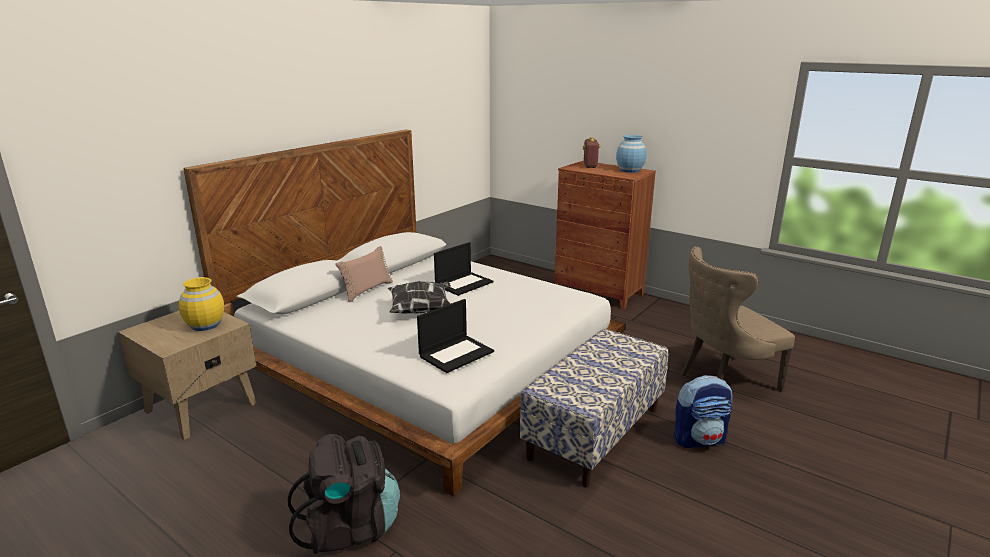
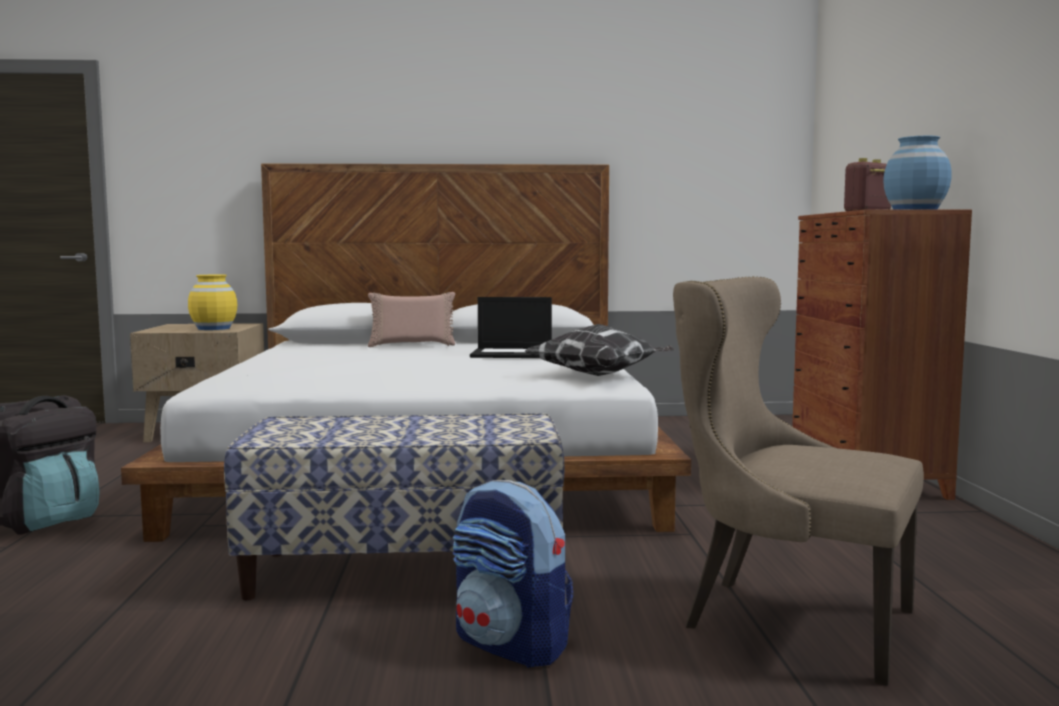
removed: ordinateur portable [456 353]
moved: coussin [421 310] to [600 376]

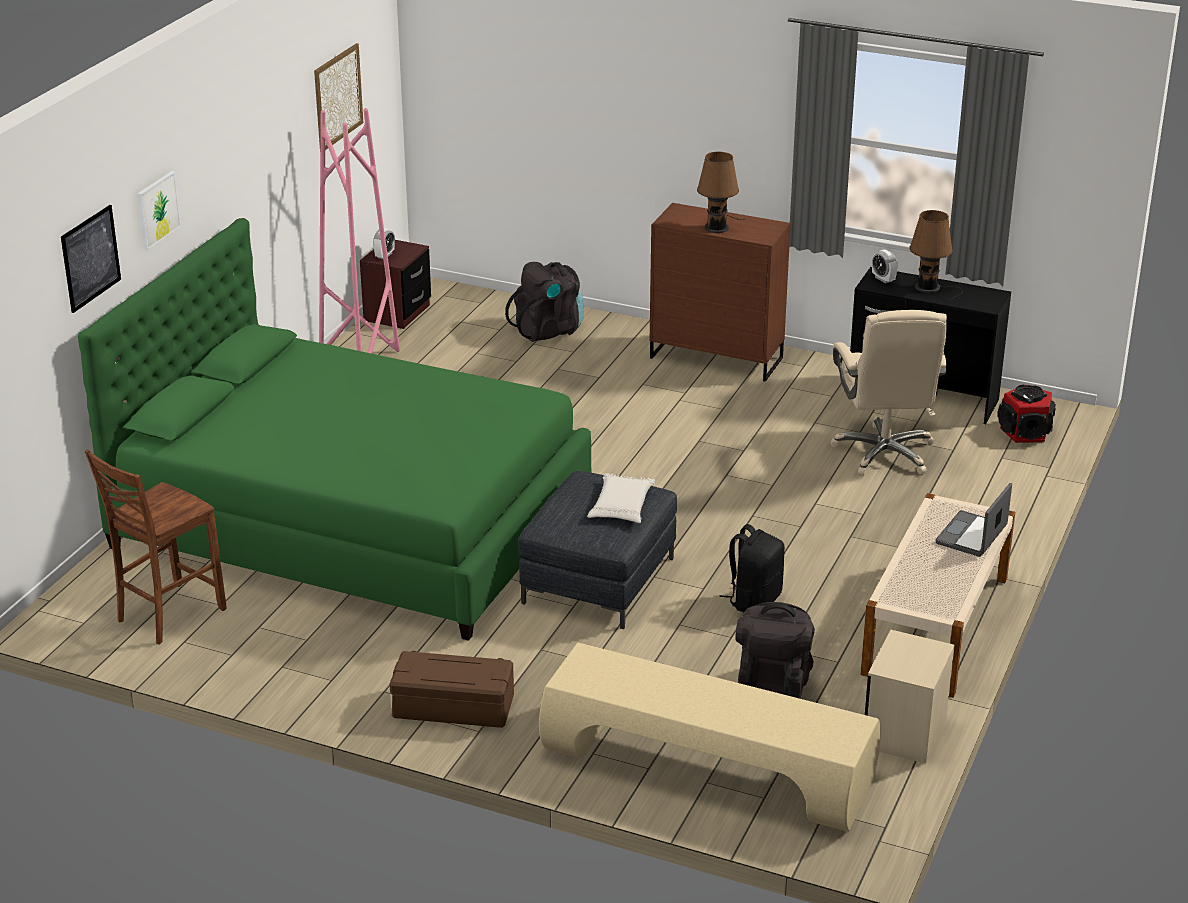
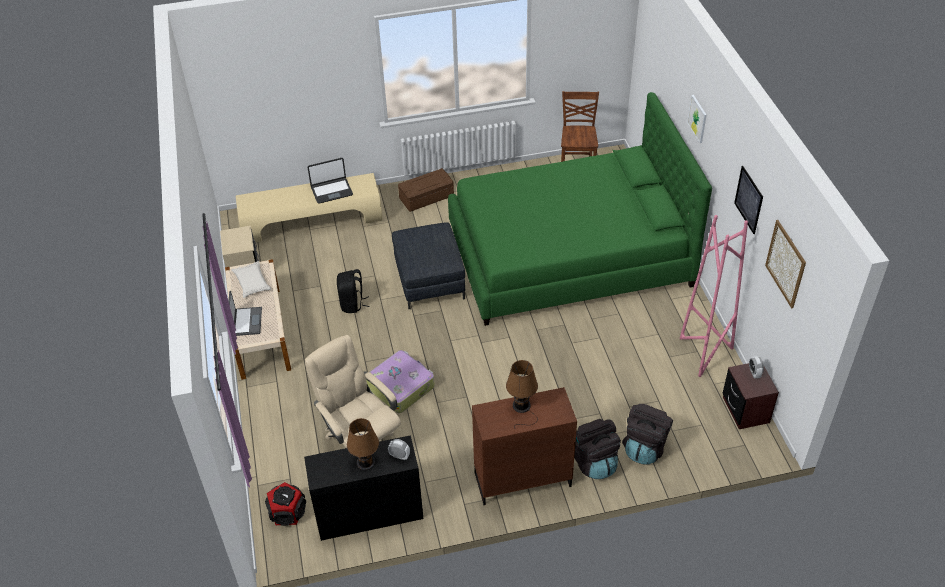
added: ordinateur portable [331 191]; valise [401 386]
moved: tableau [90 258] to [748 199]; coussin/blanc [622 504] to [251 282]; sac à dos/noir [772 690] to [594 462]

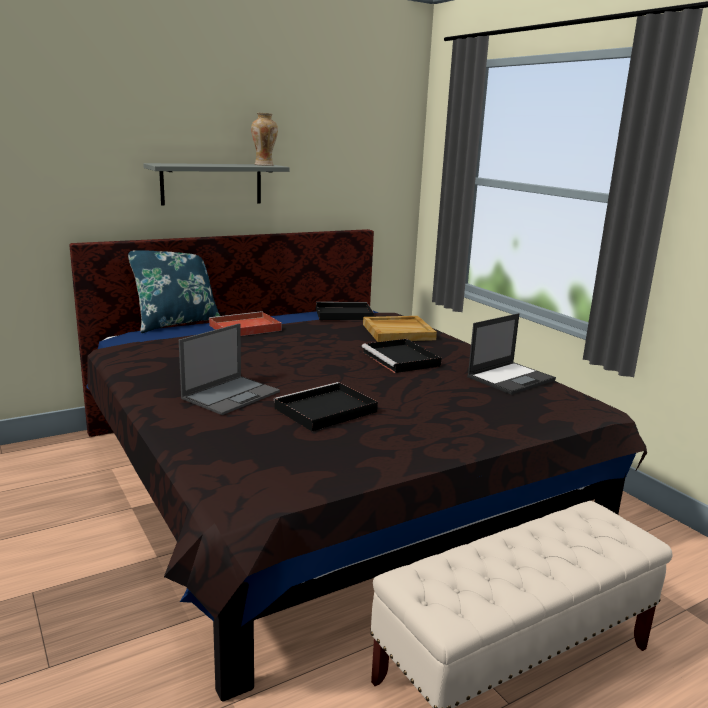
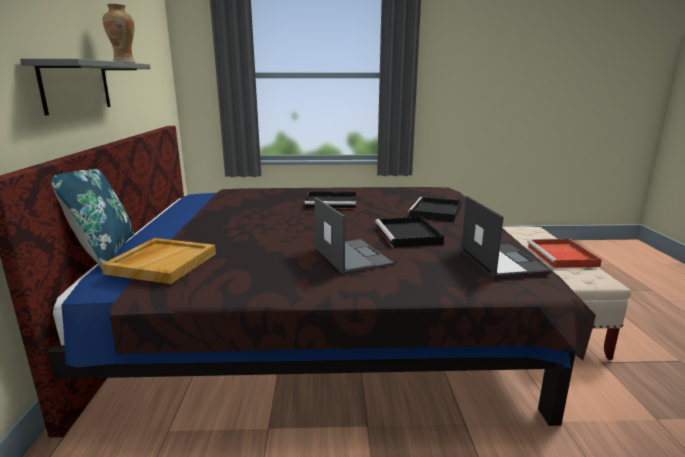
moved: plateau/rouge [244 328] to [563 256]; plateau/noir [342 314] to [436 212]; plateau/beige [398 332] to [162 263]; ordinateur portable [511 378] to [501 260]

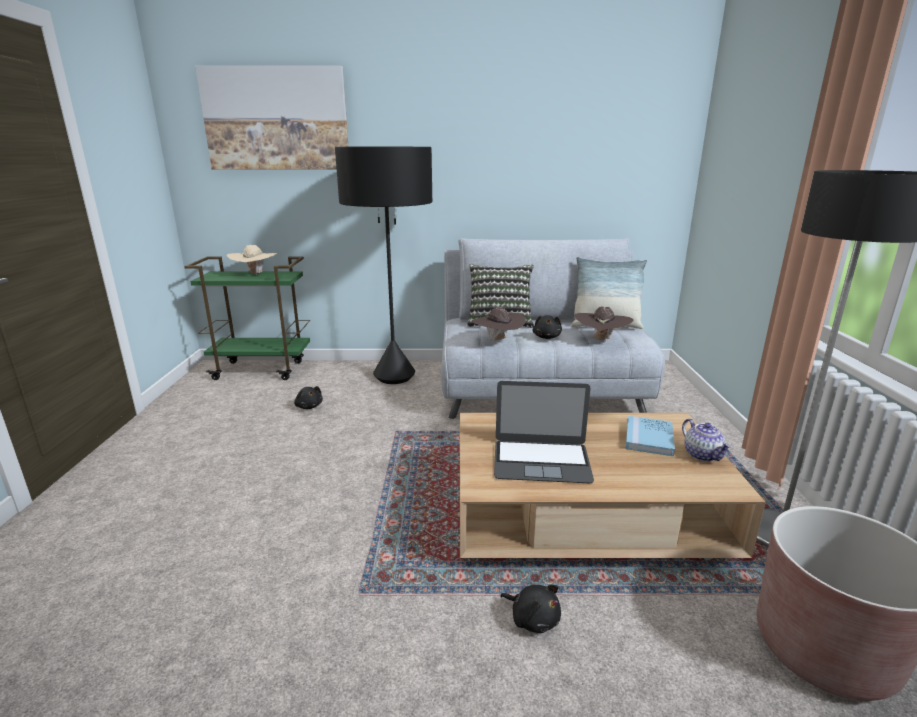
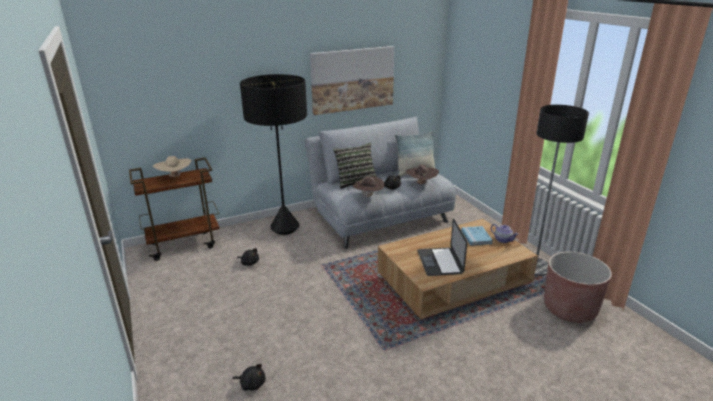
moved: tableau [276 119] to [352 79]; peluche/noir [533 618] to [252 384]
recoloured: chariot/vert [262 371] to chariot/marron [185 245]
turned: ordinateur portable [541 461] = [440 262] 105 degrees clockwise

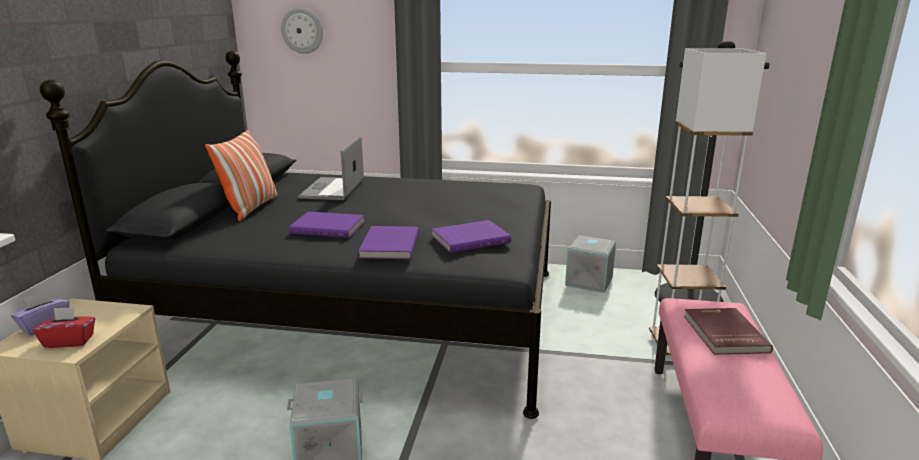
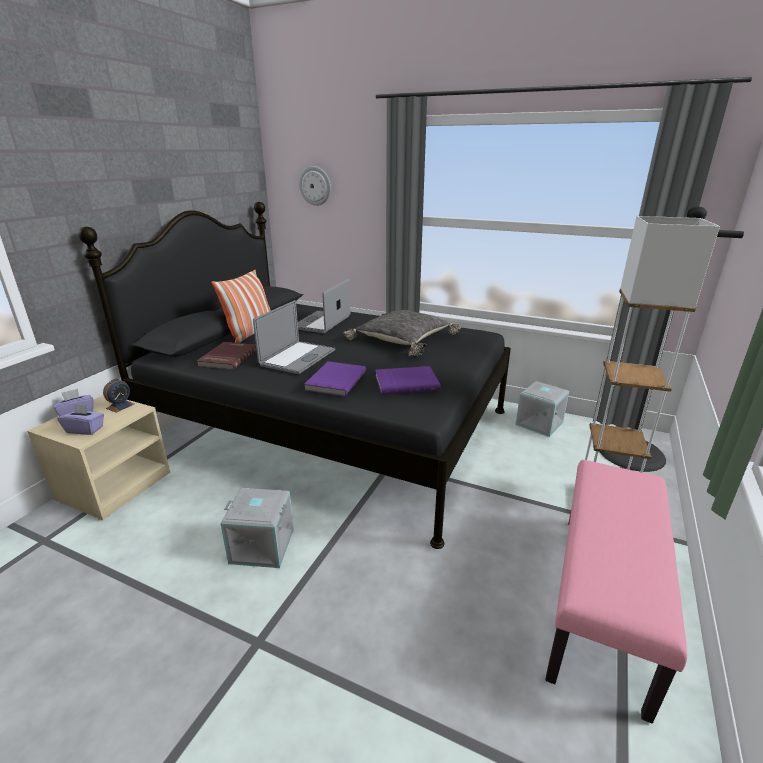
added: réveil [120 406]; coussin [403 338]
moved: livre/rouge [723 334] to [227 358]
replaced: livre/violet [328 227] to ordinateur portable [298 357]
recoloured: boîte à mouchoirs/rouge [69 341] to boîte à mouchoirs/violet [85 429]

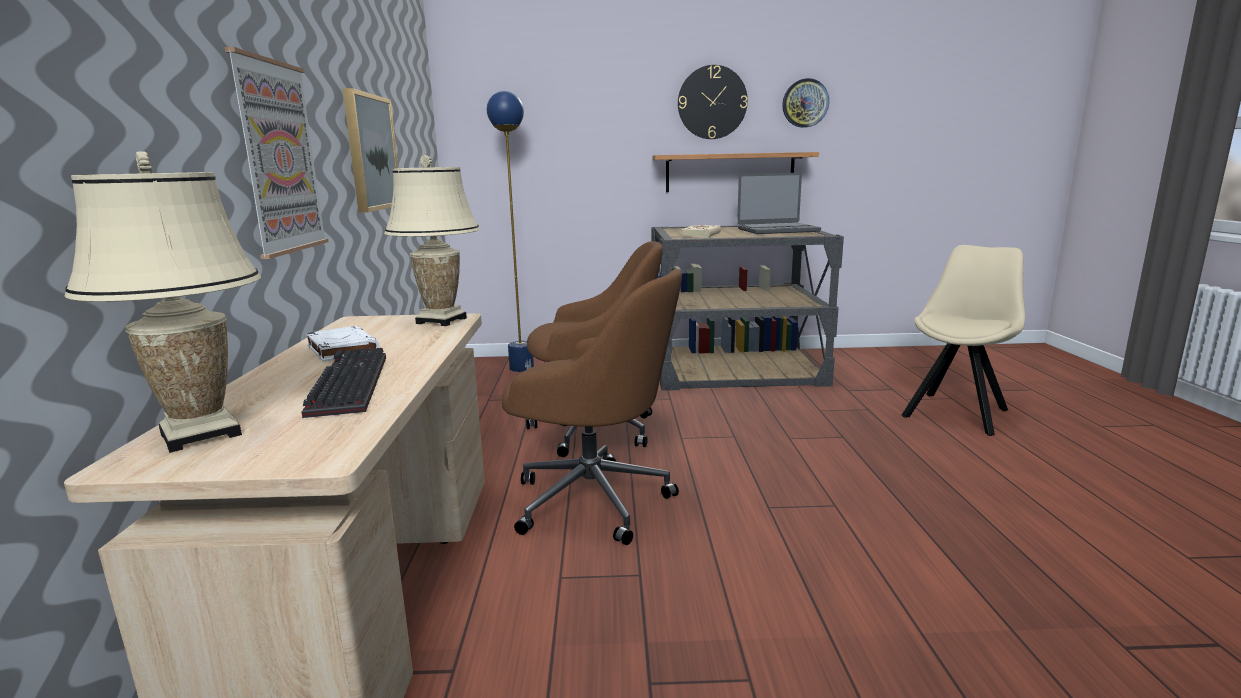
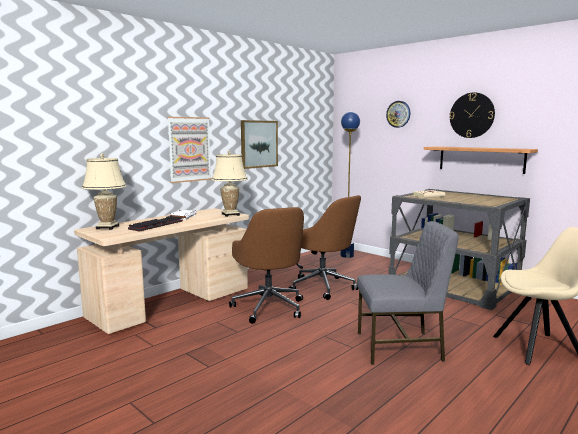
removed: ordinateur portable [777 230]
added: chaise/gris [400 347]
moved: horloge murale [805 103] to [398 114]

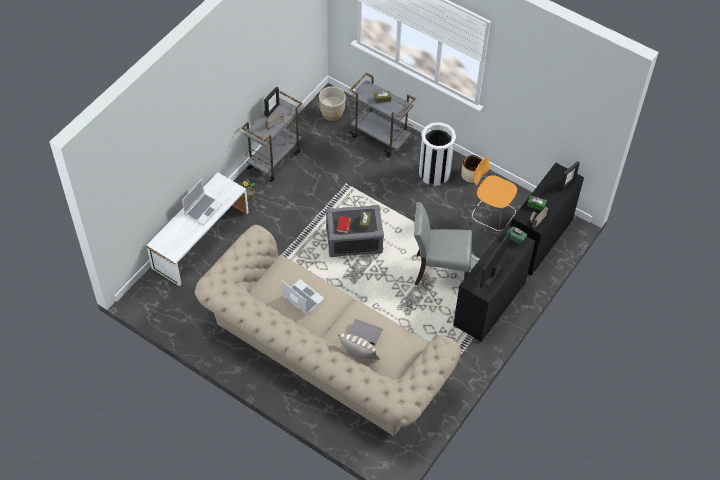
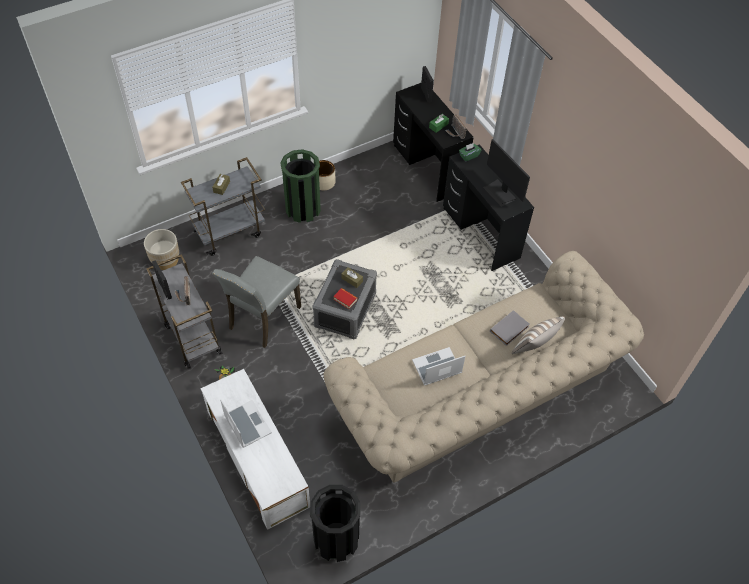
removed: tabouret/orange [490 219]
added: poubelle/noir [336 539]
moved: chaise/gris [439 271] to [262 318]
recoloured: poubelle/blanc [434 173] to poubelle/vert [303 209]

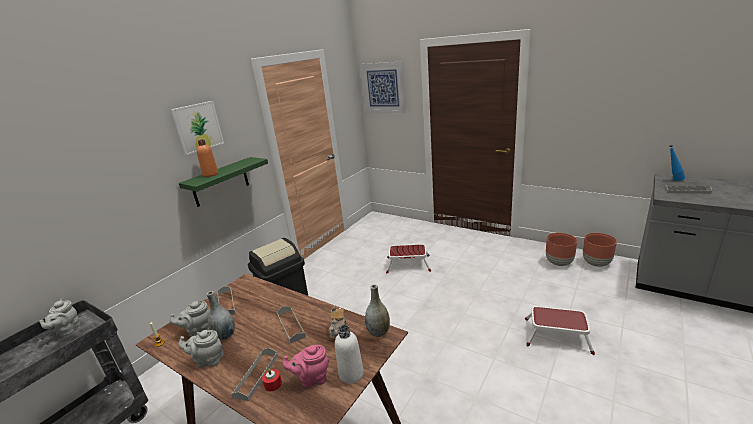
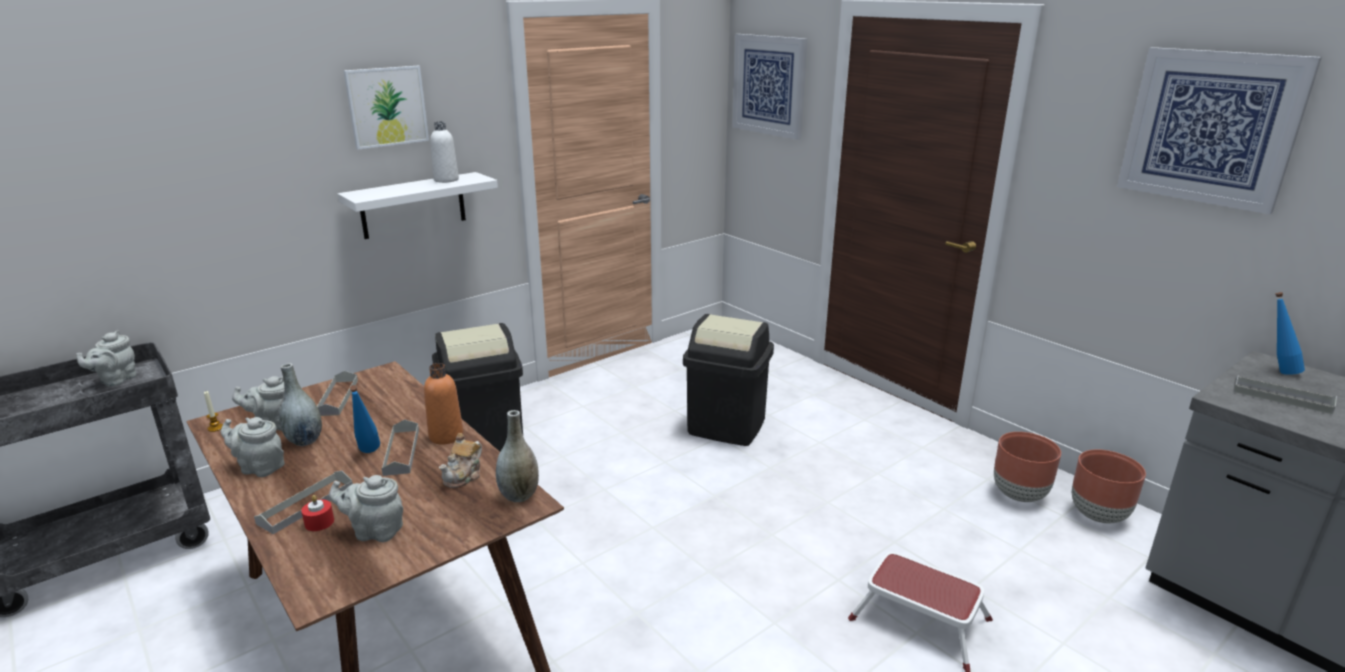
added: bouteille/bleu [369 454]; tableau [1210 128]
moved: bouteille/orange [210 174] to [446 436]; bouteille/blanc [351 374] to [446 180]
replaced: escabeau/rouge [408 264] to poubelle/noir [727 426]
recoloured: étagère/vert [220 182] to étagère/blanc [413 205]; théière/rose [312 379] to théière/gris [375 531]

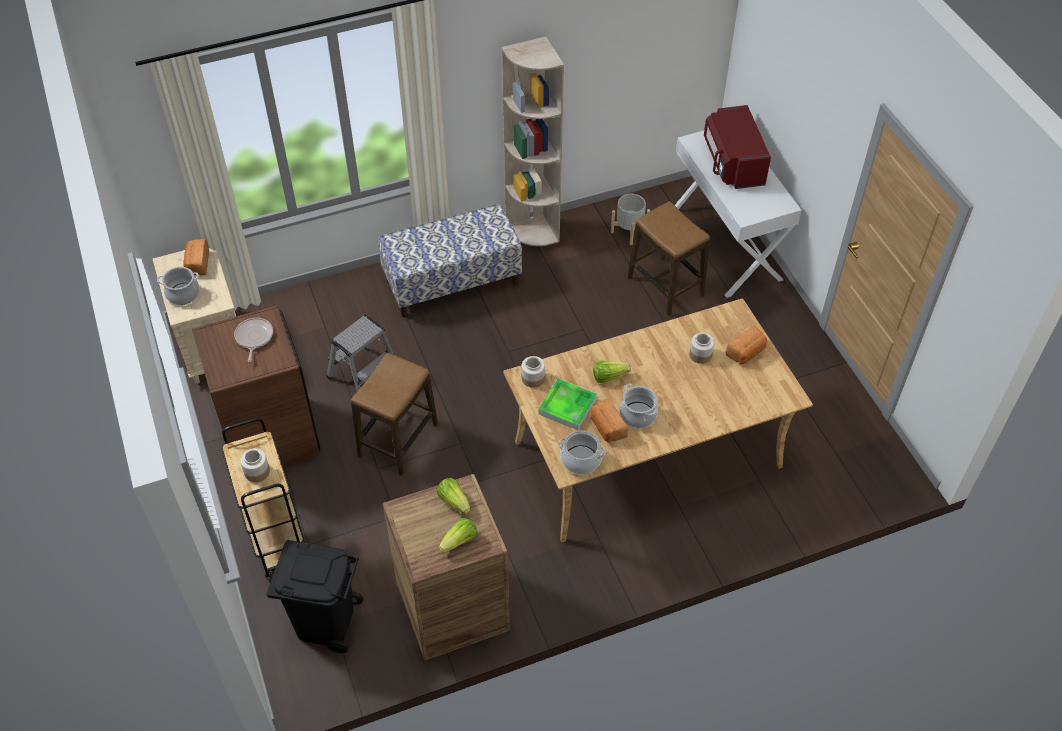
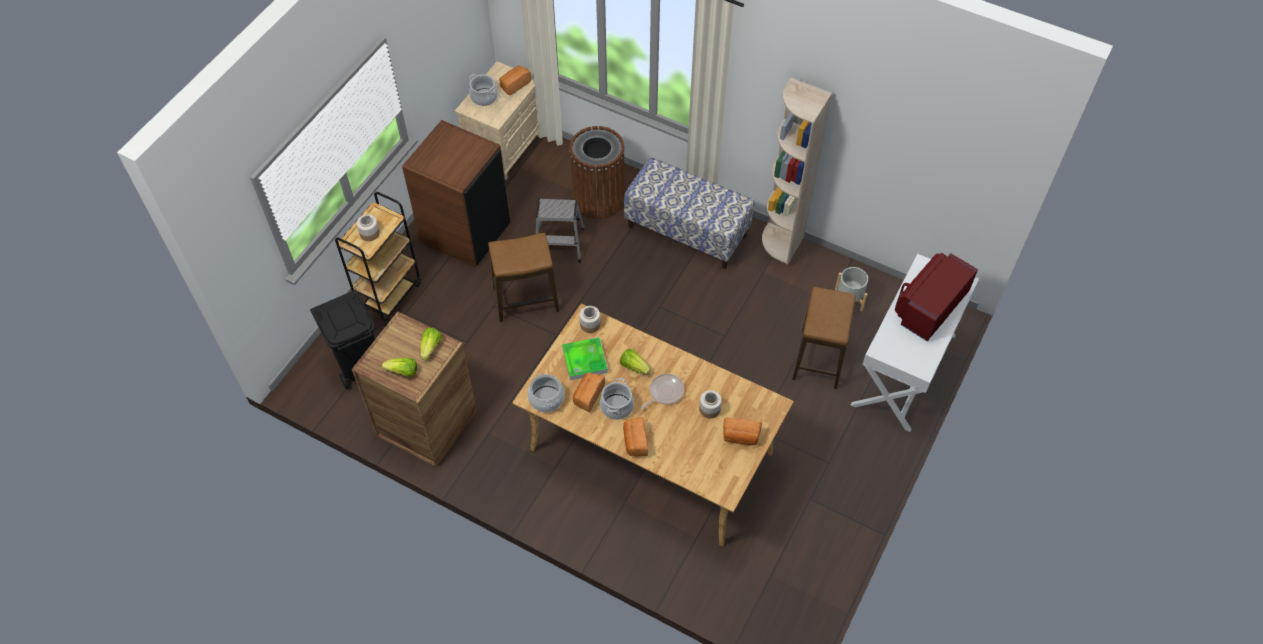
added: poubelle/marron [598 198]; pain [635 442]
moved: poêle [254 338] to [665 392]

